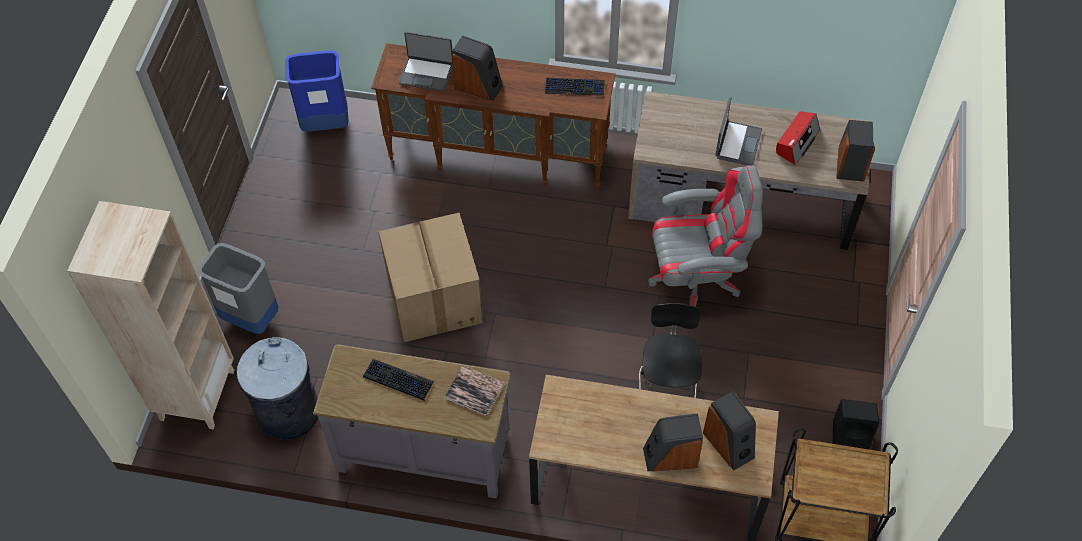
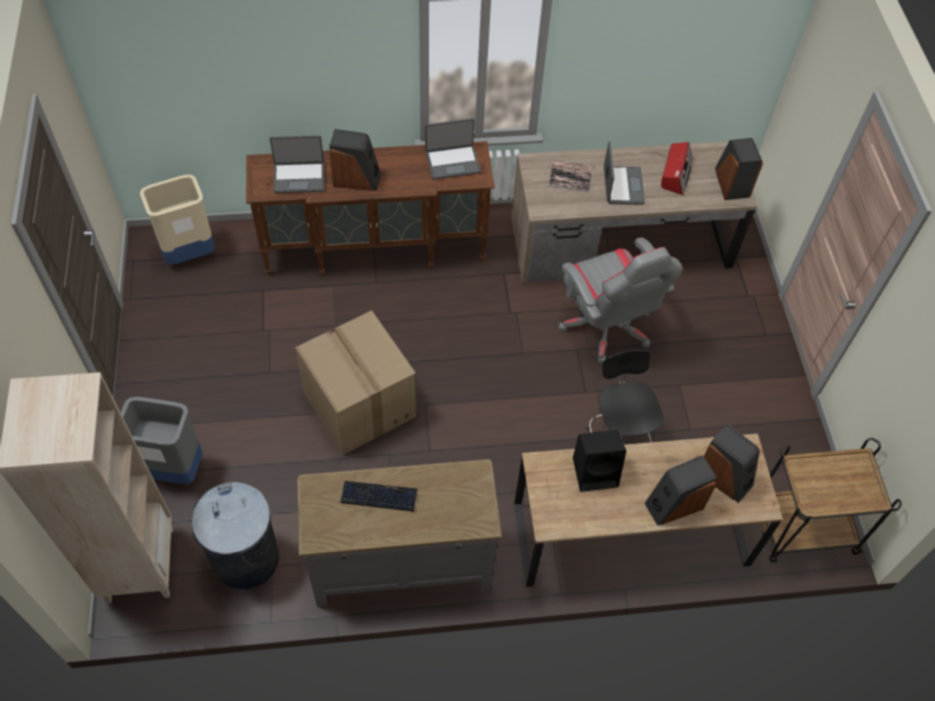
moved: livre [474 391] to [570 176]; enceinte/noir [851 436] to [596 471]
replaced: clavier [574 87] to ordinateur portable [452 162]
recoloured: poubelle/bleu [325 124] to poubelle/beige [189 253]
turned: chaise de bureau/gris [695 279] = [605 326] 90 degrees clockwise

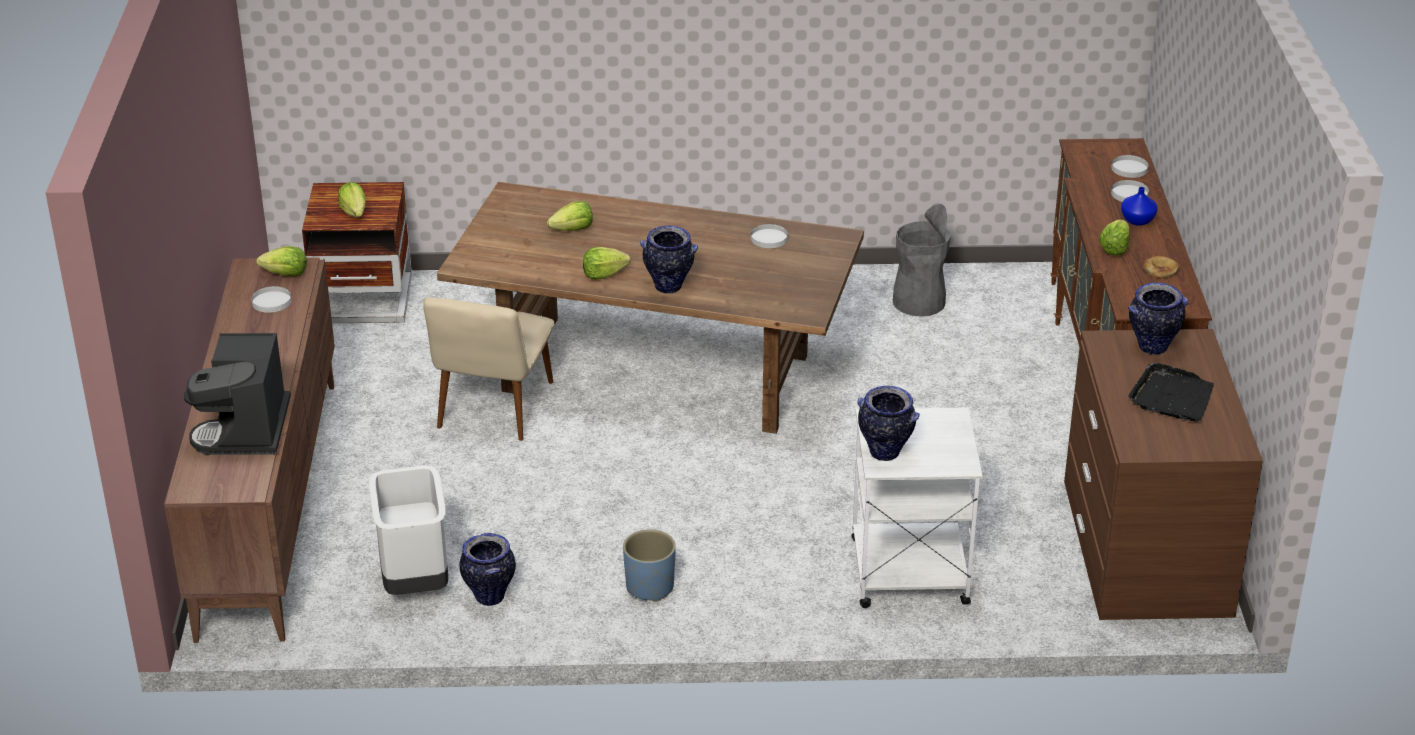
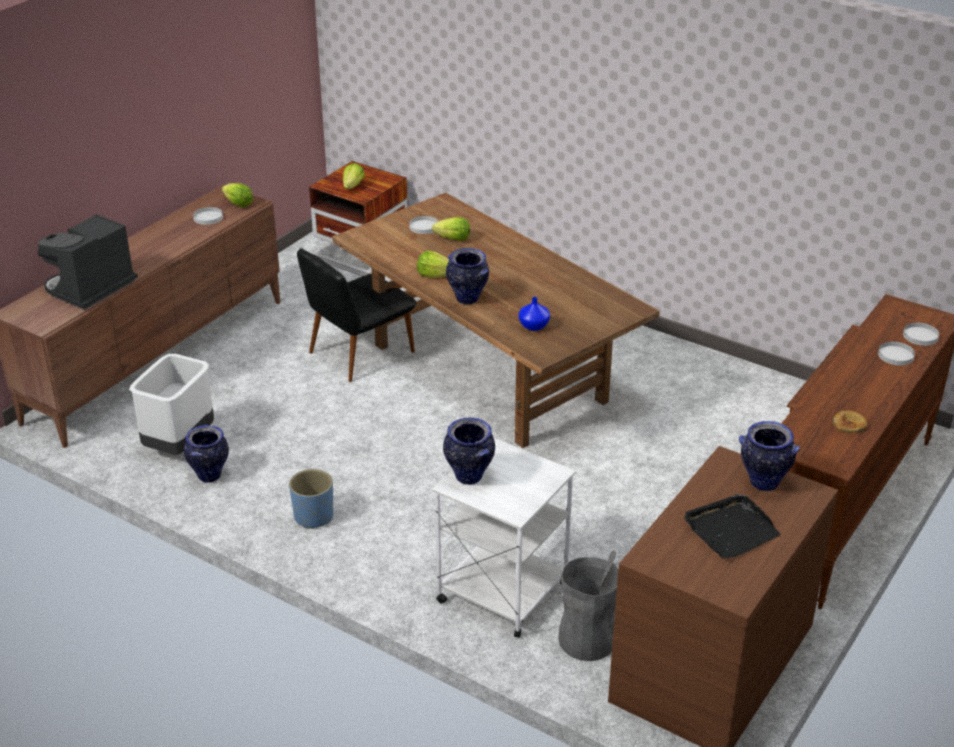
removed: laitue [1114 248]
moved: assiette/blanc [769 238] to [424 227]; poubelle/gris [919 302] to [587 640]; vase/bleu [1138 220] to [534 326]
recoloured: chaise/beige [495 404] to chaise/noir [361 352]

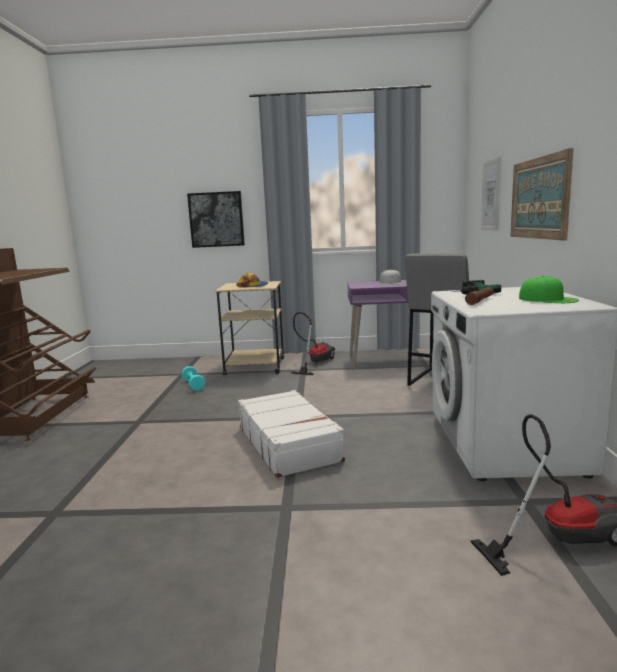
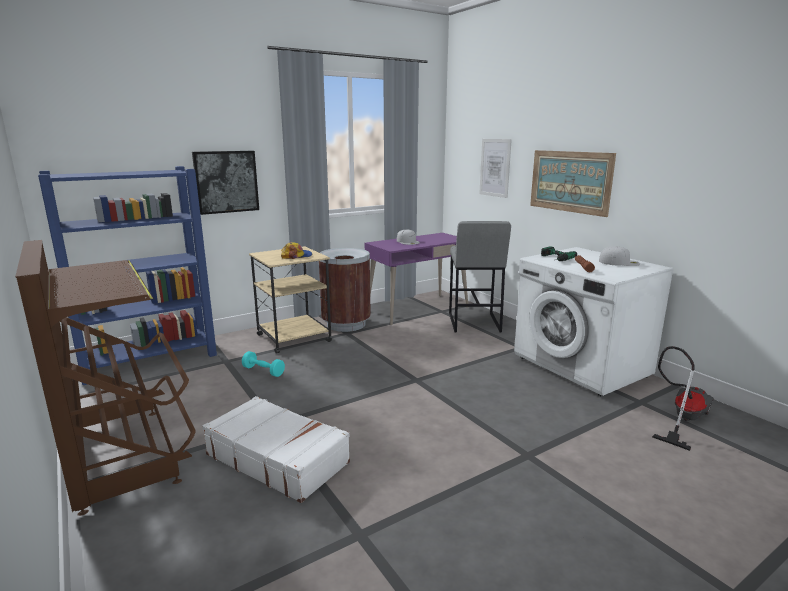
added: bibliothèque/bleu [149 359]
moved: valise/blanc [289 443] to [278 458]
replaced: aspirateur [314 363] to poubelle/marron [346 324]
recoloured: casquette/vert [548 299] to casquette/blanc [619 262]

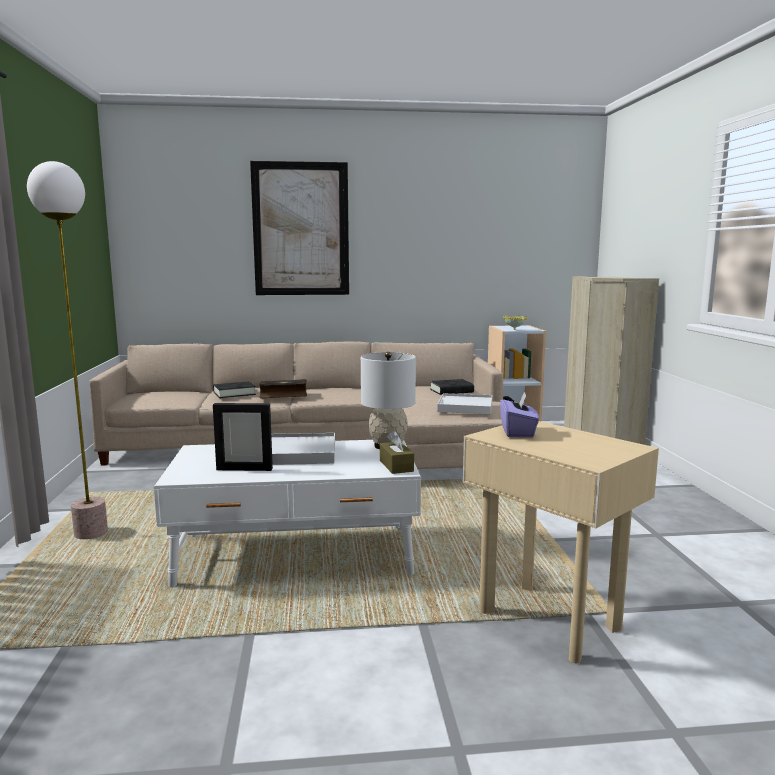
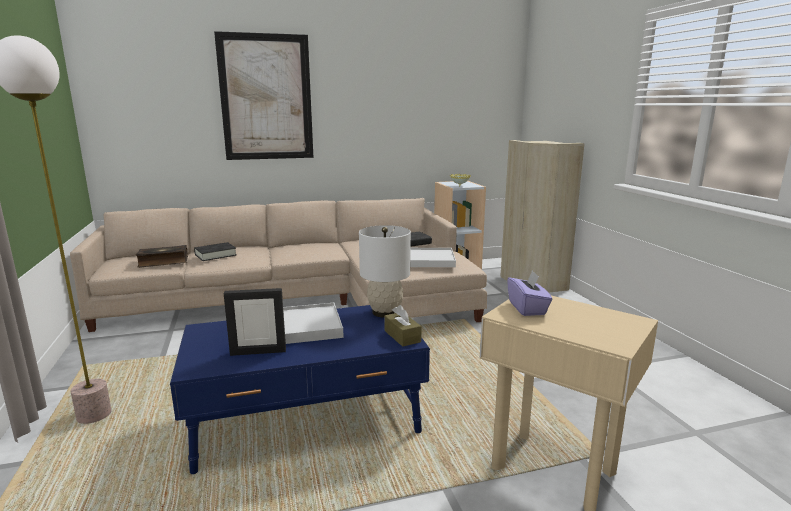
moved: livre [283 395] to [163 262]
recoloured: table basse/blanc [297 554] to table basse/bleu [307 420]

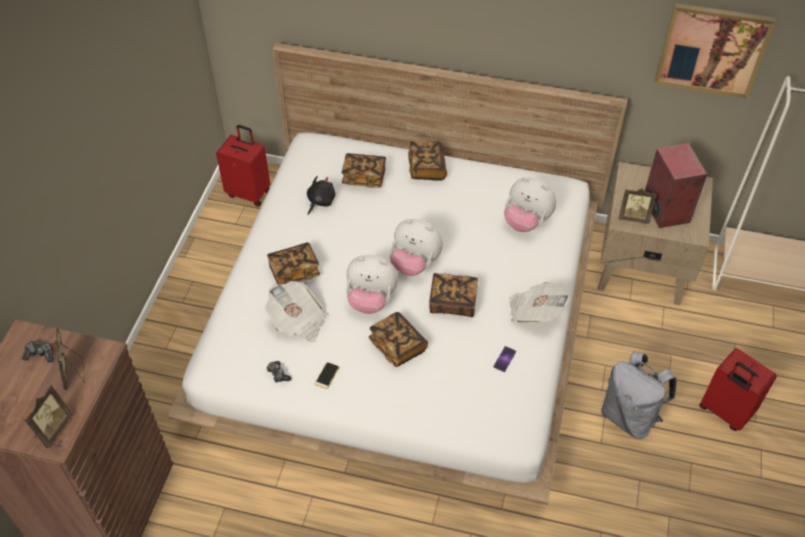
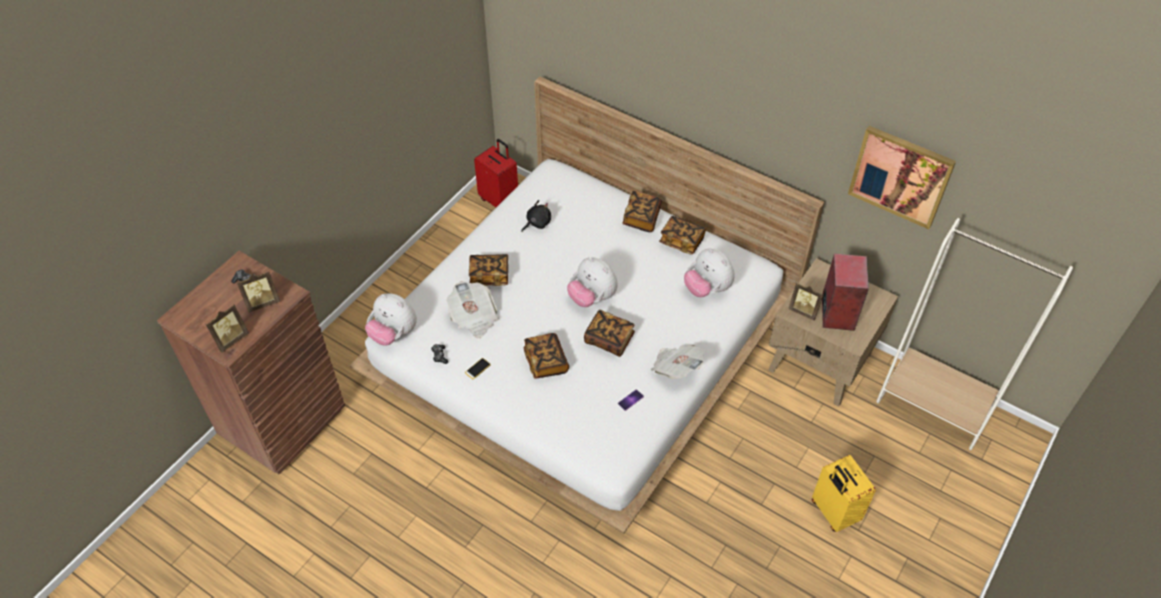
removed: sac à dos/gris [629 416]
moved: livre [364 177] to [682 241]; peluche [371 299] to [394 334]
recoloured: valise/rouge [724 412] to valise/jaune [833 512]
turned: cadre photo [73 373] = [263 302] 120 degrees counterclockwise

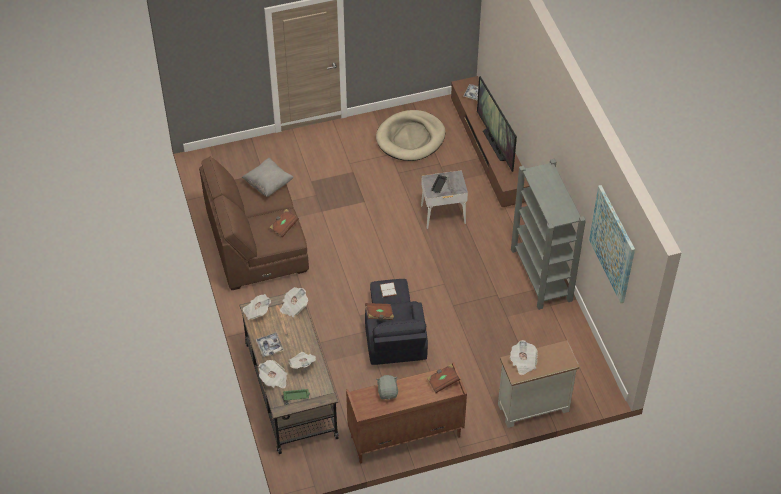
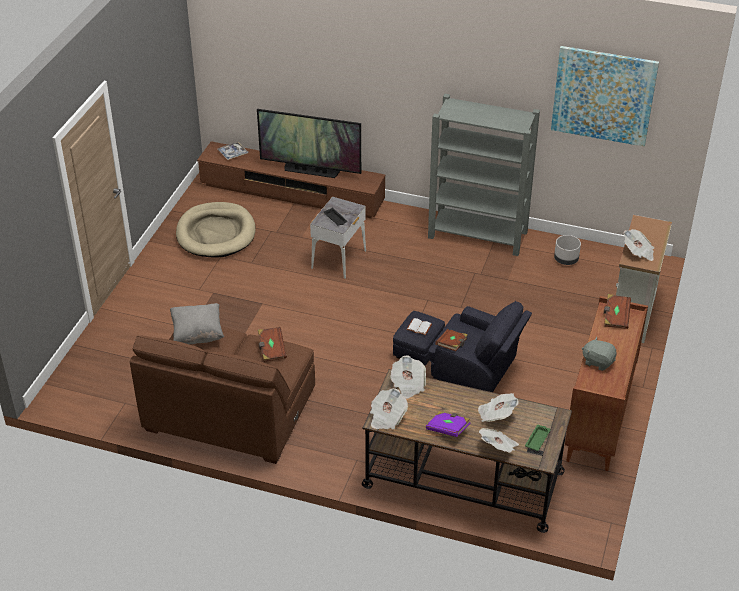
added: cache-pot/gris [566 260]
replaced: plateau [270 346] to livre/violet [448 429]

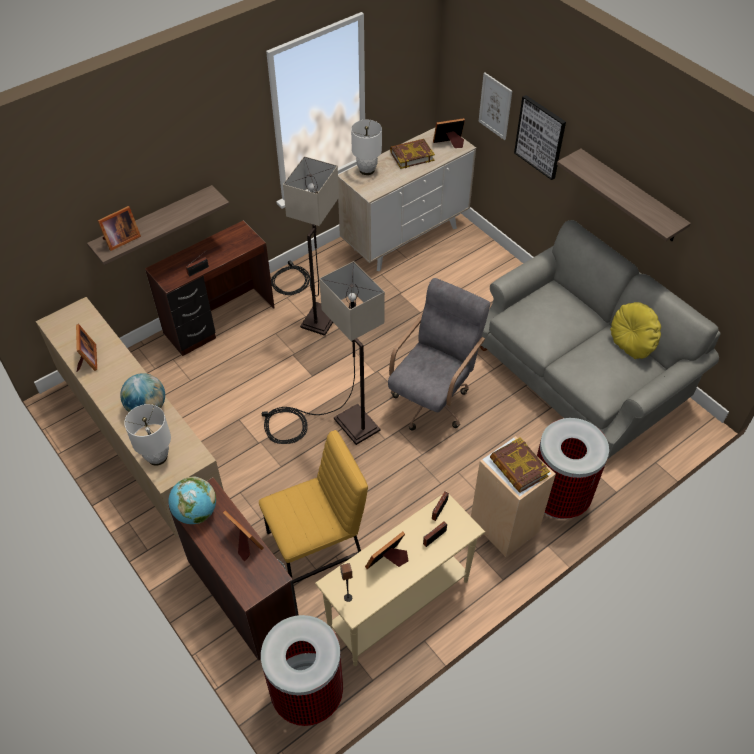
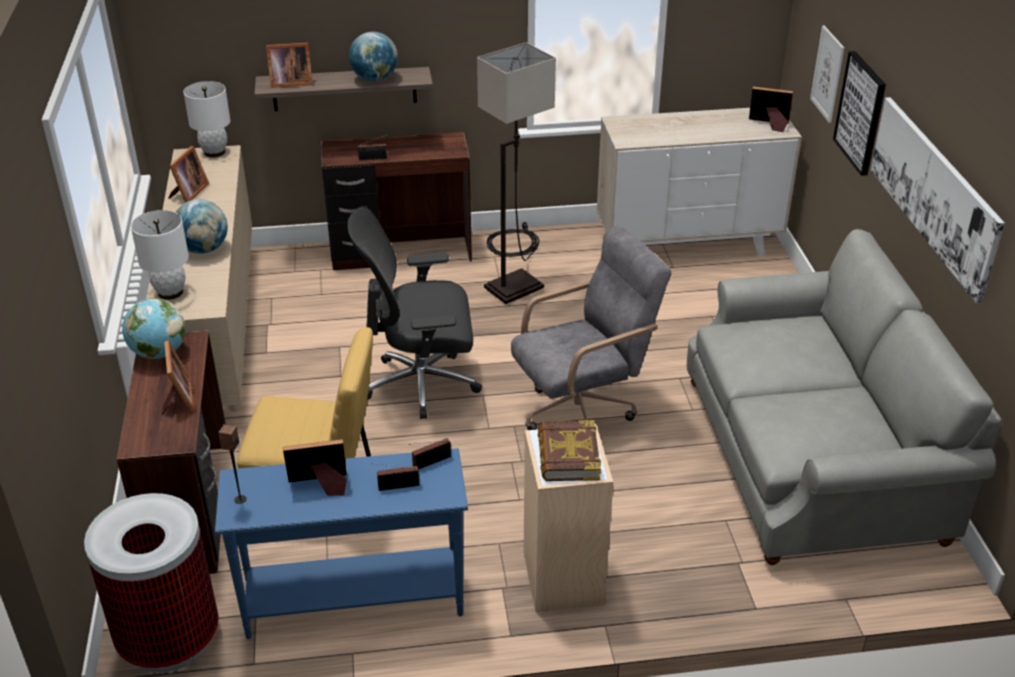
removed: livre [411 156]; poubelle [558 497]; coussin/jaune [630 346]
added: globe [375 79]
moved: lampe de table/blanc [367 170] to [214 152]
replaced: lampadaire [318 425] to chaise de bureau [422 384]; étagère [630 196] to tableau [933 193]
recoloured: table console/beige [399 608] to table console/bleu [353 604]

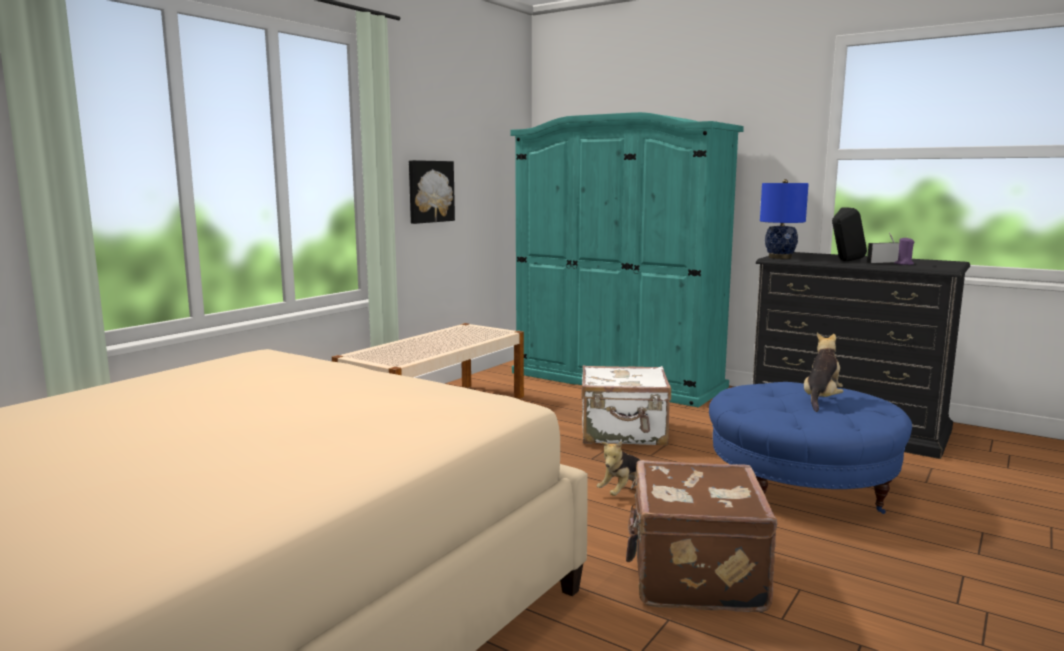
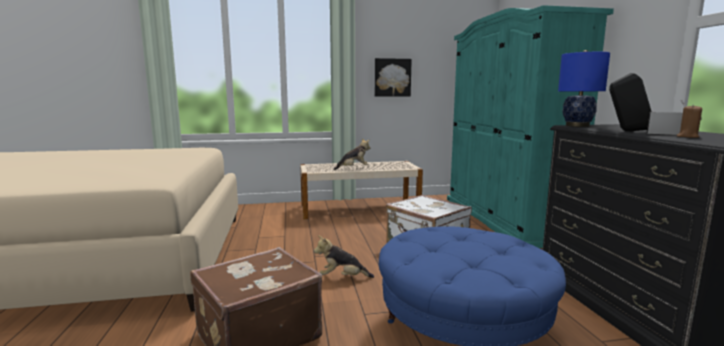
moved: peluche [821 399] to [353 169]
recoloured: bougie/violet [903 264] to bougie/marron [687 137]

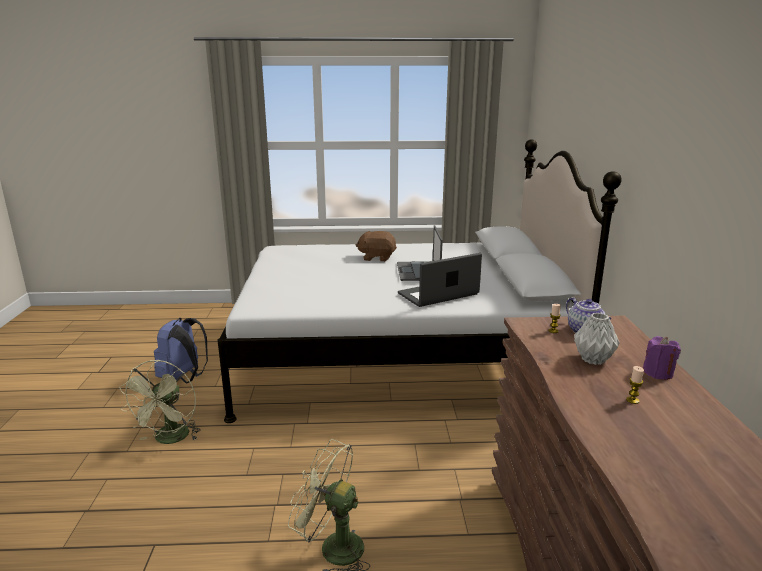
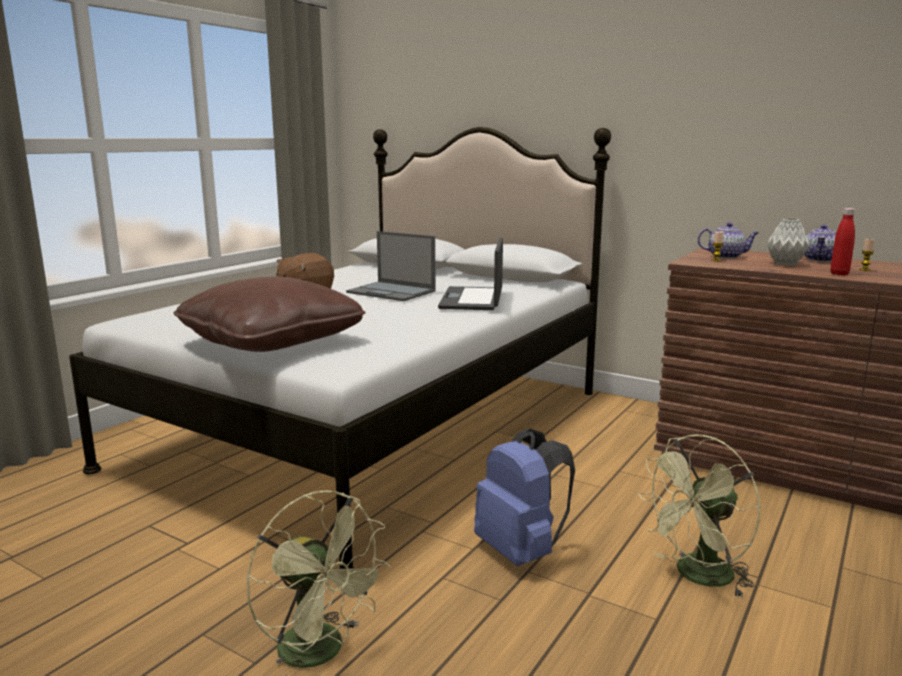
added: coussin/marron [271 342]; bouteille/rouge [839 274]
moved: sac à dos/bleu [184 378] to [521 551]
replaced: bougie/violet [658 373] to théière [820 259]

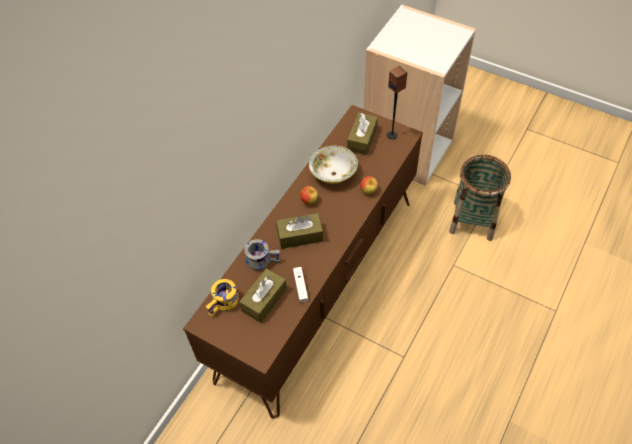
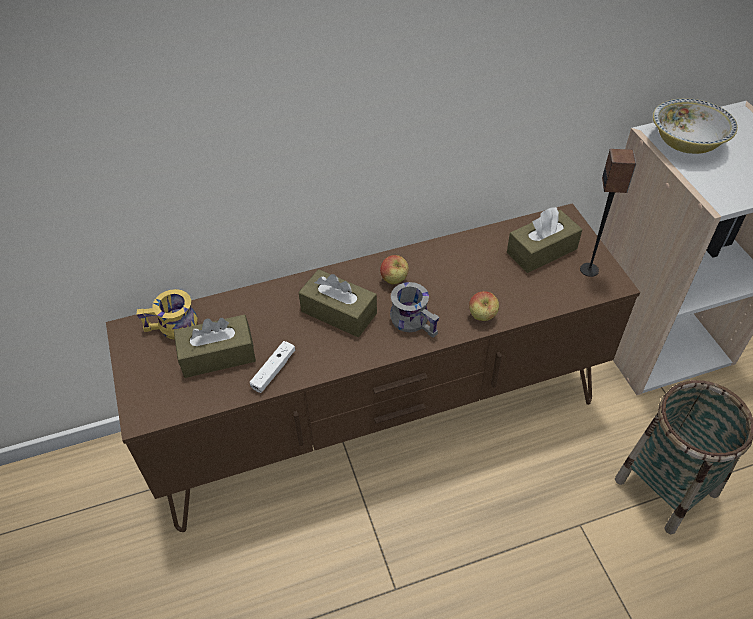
moved: mug/gris [262 259] to [415 320]; bol [333 174] to [686 143]

